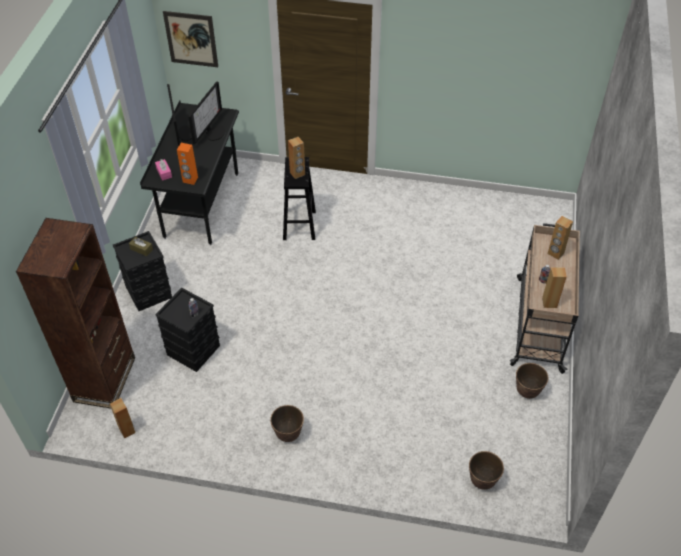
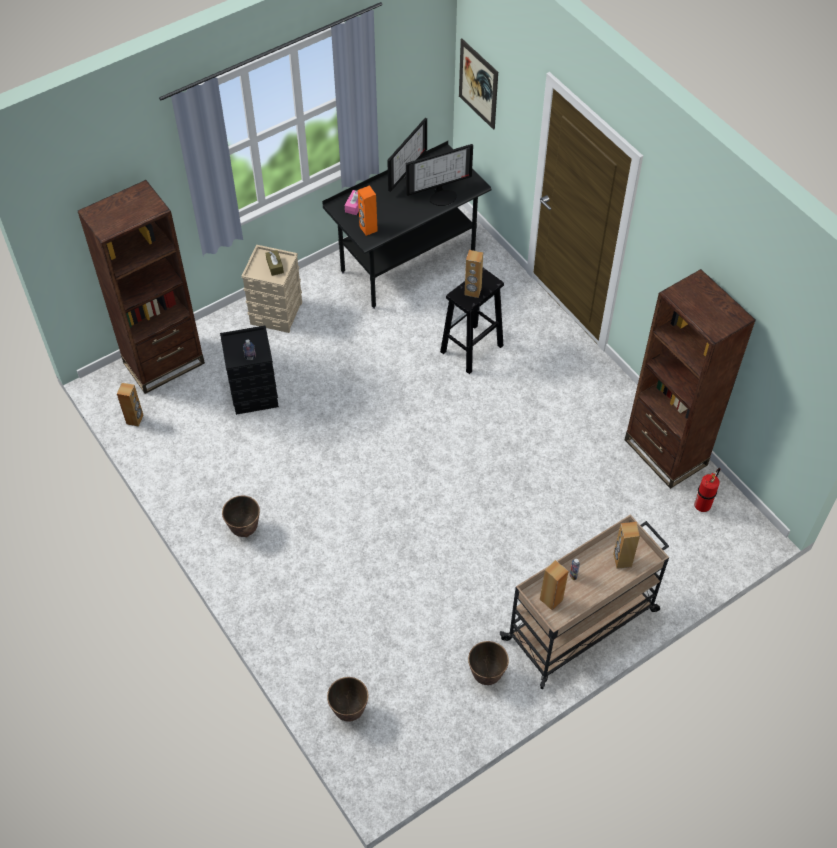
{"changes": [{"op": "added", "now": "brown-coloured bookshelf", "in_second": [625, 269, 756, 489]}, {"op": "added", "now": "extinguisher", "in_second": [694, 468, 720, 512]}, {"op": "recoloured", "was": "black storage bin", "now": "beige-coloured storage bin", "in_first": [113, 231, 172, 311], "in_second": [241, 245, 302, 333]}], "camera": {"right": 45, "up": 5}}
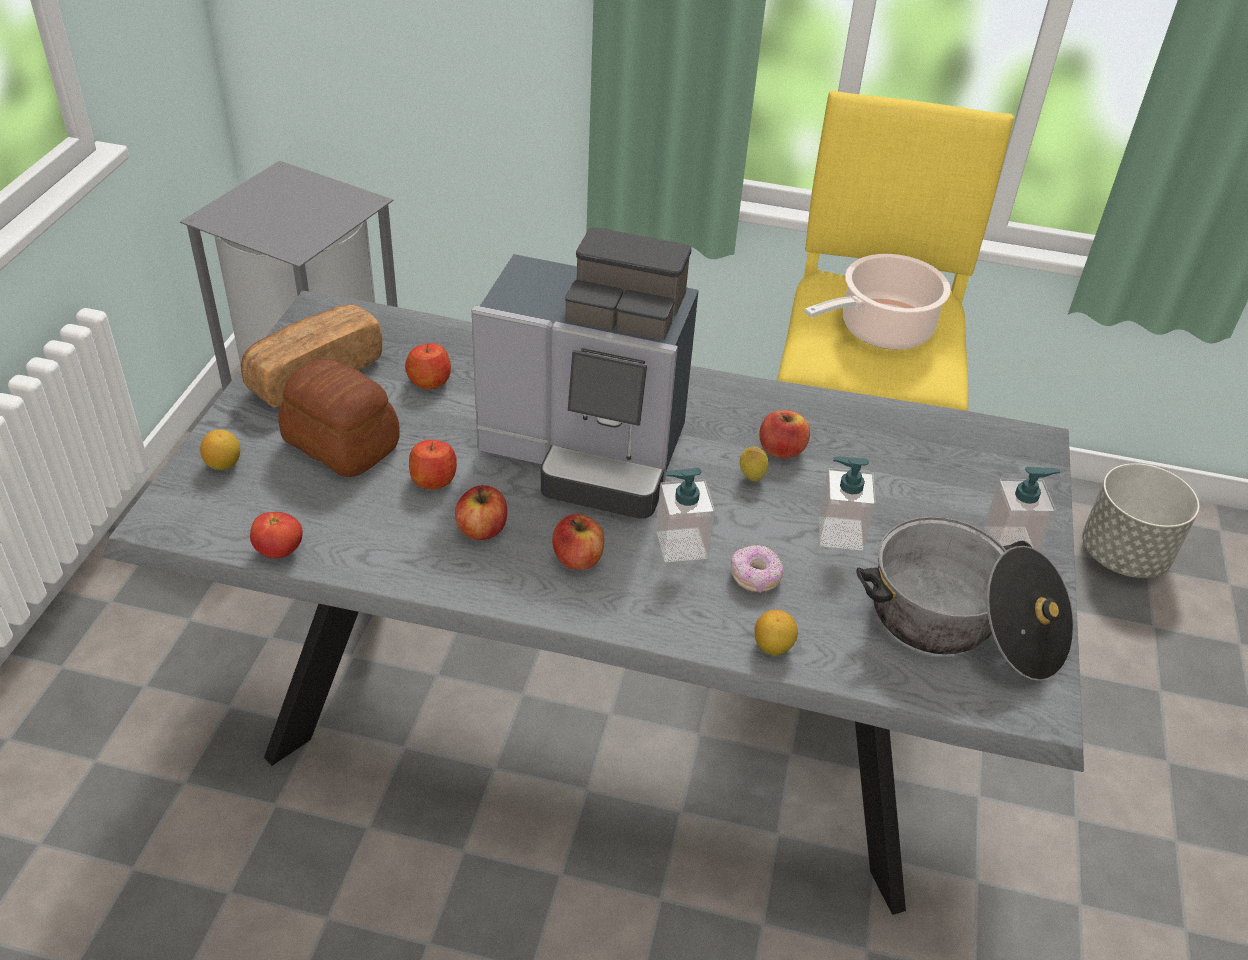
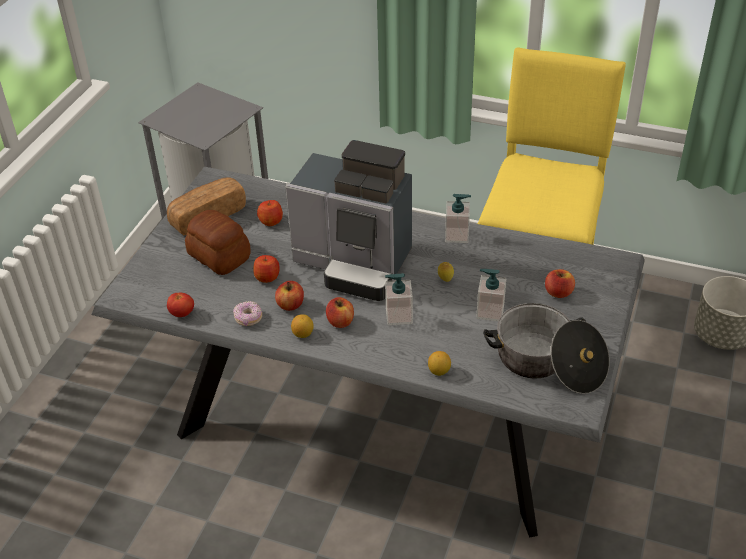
{"changes": [{"op": "removed", "was": "saucepot", "in_first": [804, 254, 951, 350]}, {"op": "moved", "was": "whole lemon", "in_first": [200, 430, 240, 470], "in_second": [291, 314, 314, 338]}, {"op": "moved", "was": "ring doughnut", "in_first": [731, 545, 783, 593], "in_second": [233, 301, 262, 326]}, {"op": "moved", "was": "apple", "in_first": [759, 410, 810, 459], "in_second": [545, 269, 575, 298]}, {"op": "moved", "was": "soap dispenser", "in_first": [983, 467, 1060, 551], "in_second": [445, 194, 471, 243]}], "camera": {"right": 10, "up": 0}}
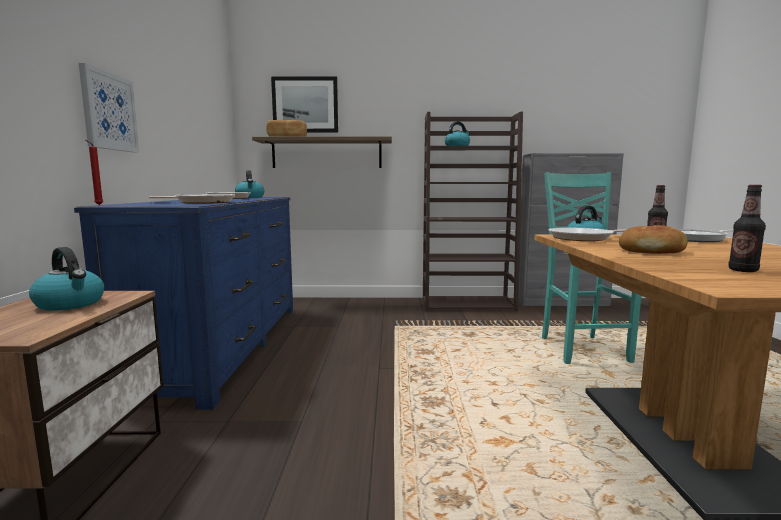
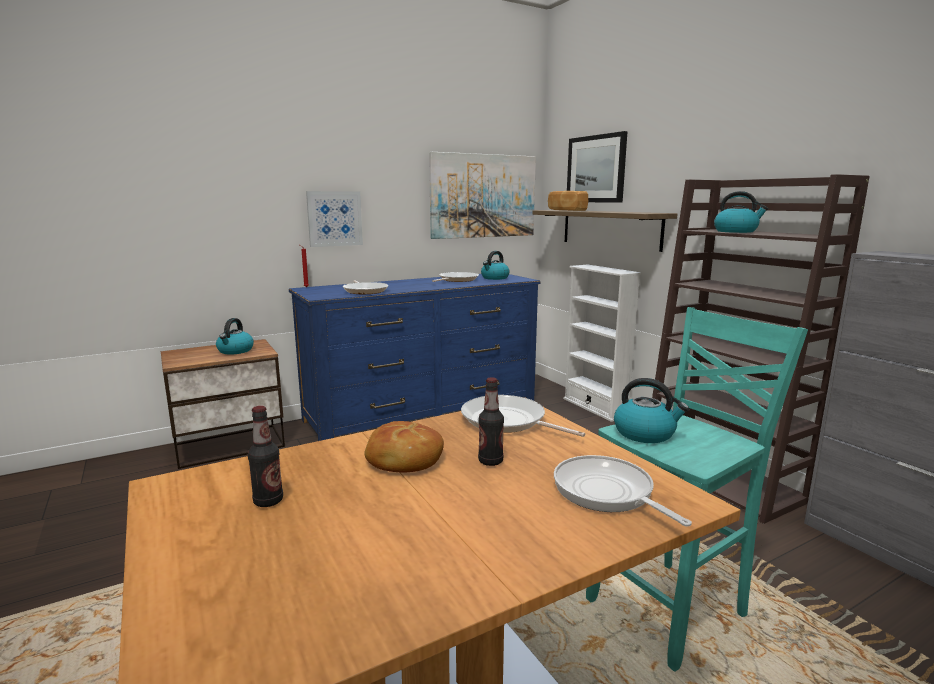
{"changes": [{"op": "added", "now": "wall art", "in_second": [429, 152, 536, 239]}, {"op": "added", "now": "whitish bookshelf", "in_second": [563, 265, 641, 422]}], "camera": {"right": 60, "up": 5}}
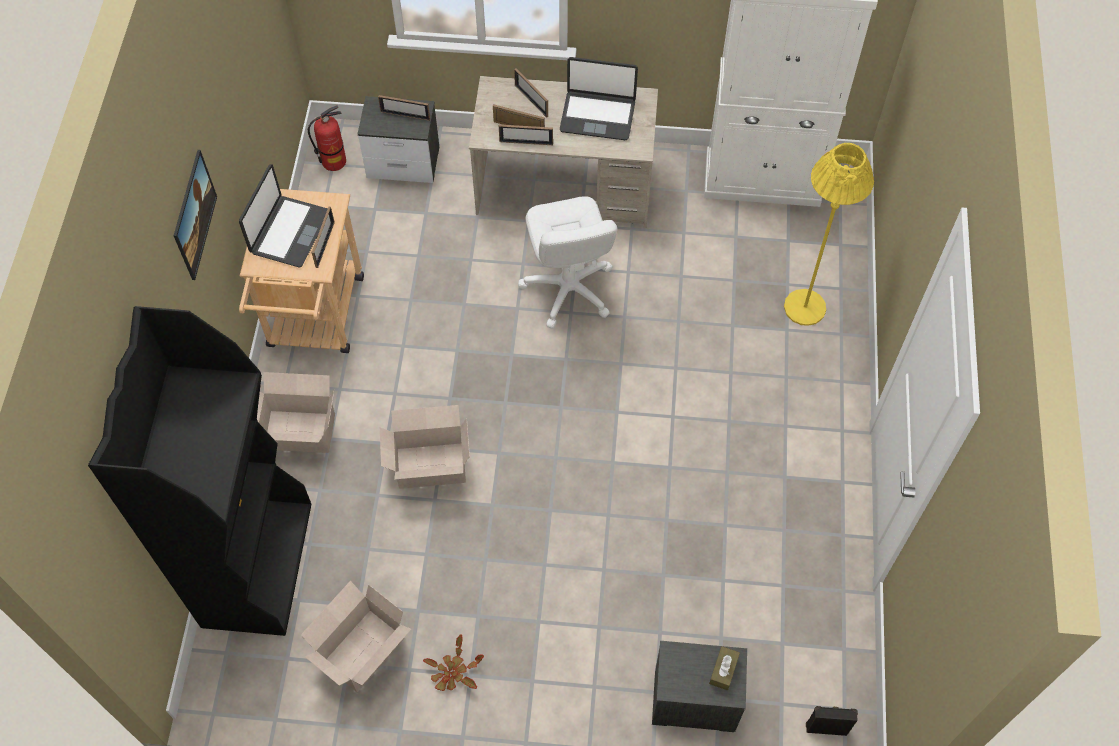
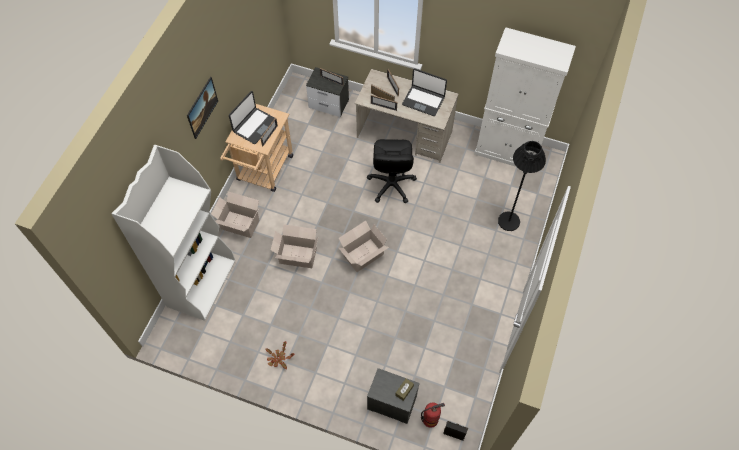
{"changes": [{"op": "moved", "was": "cardboard box", "in_first": [301, 581, 411, 692], "in_second": [339, 221, 389, 272]}, {"op": "moved", "was": "extinguisher", "in_first": [308, 105, 346, 171], "in_second": [421, 402, 445, 428]}, {"op": "recoloured", "was": "black bookshelf", "now": "whitish bookshelf", "in_first": [88, 306, 311, 636], "in_second": [111, 145, 235, 321]}, {"op": "recoloured", "was": "whitish office chair", "now": "black office chair", "in_first": [518, 196, 617, 329], "in_second": [367, 139, 417, 203]}, {"op": "recoloured", "was": "yellowish floor lamp", "now": "black floor lamp", "in_first": [784, 143, 874, 326], "in_second": [498, 141, 546, 231]}], "camera": {"right": 15, "up": 0}}
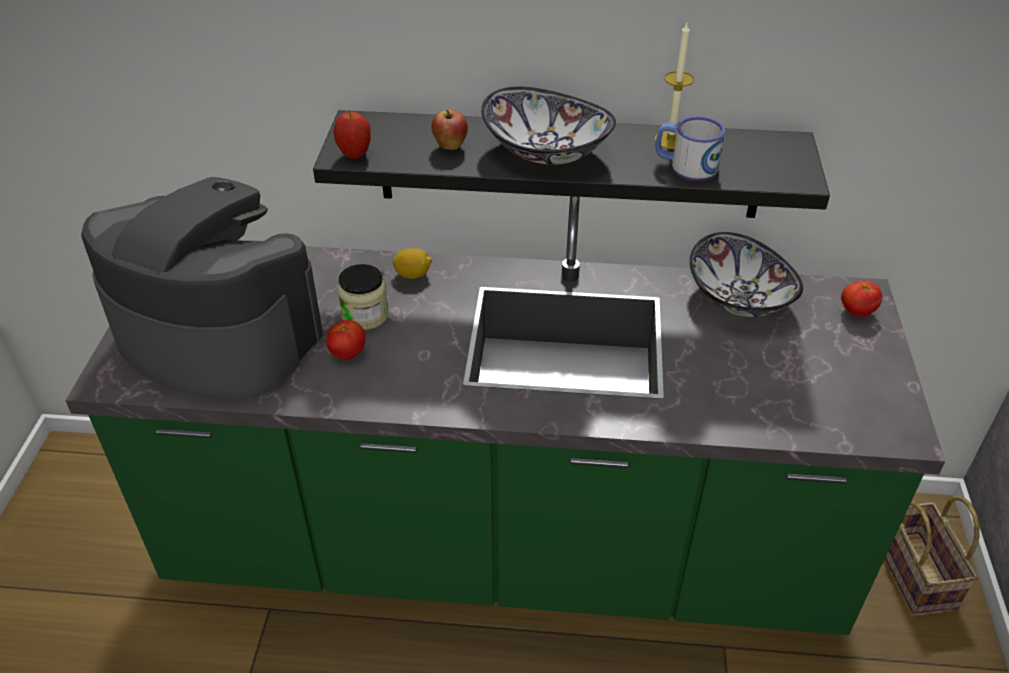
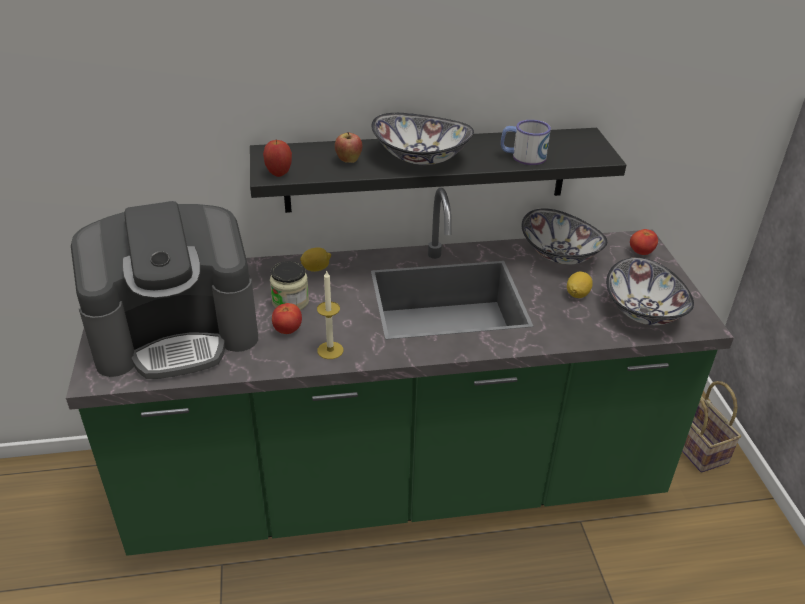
{"changes": [{"op": "added", "now": "whole lemon", "in_second": [567, 271, 593, 298]}, {"op": "added", "now": "bowl", "in_second": [606, 258, 694, 325]}, {"op": "moved", "was": "wax candle", "in_first": [654, 23, 694, 149], "in_second": [317, 270, 343, 359]}, {"op": "turned", "was": "coffee machine", "in_first": [81, 177, 323, 399], "in_second": [71, 201, 258, 379], "clockwise": 150}], "camera": {"right": -15, "up": -5}}
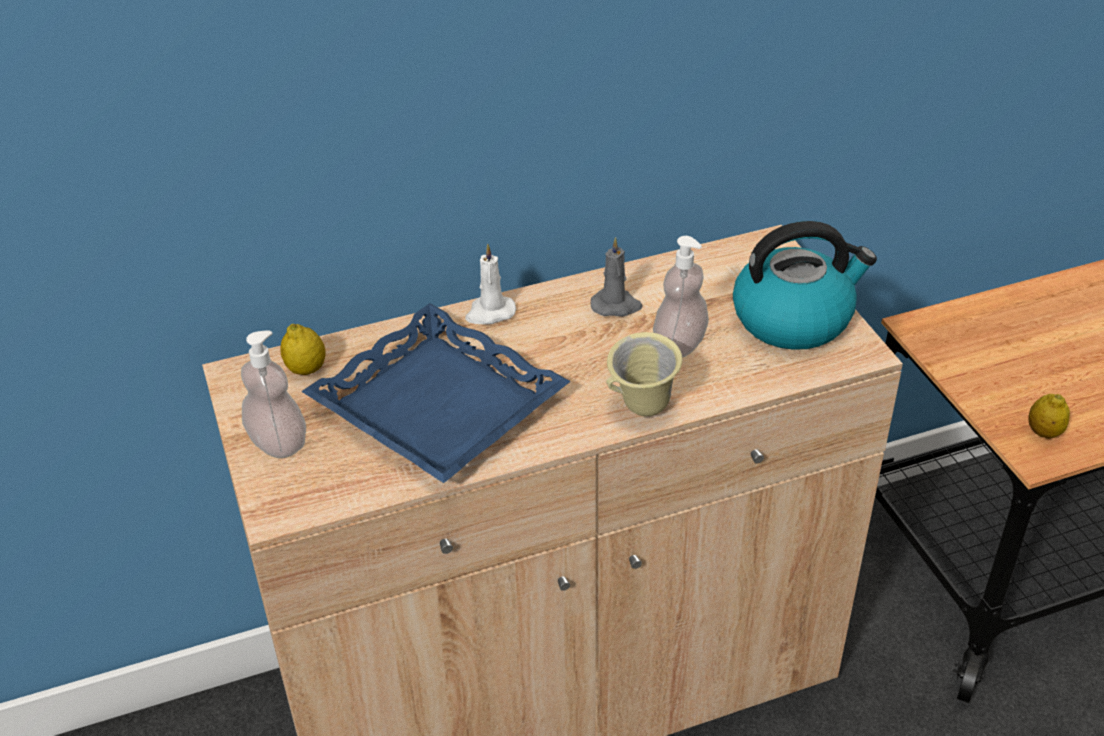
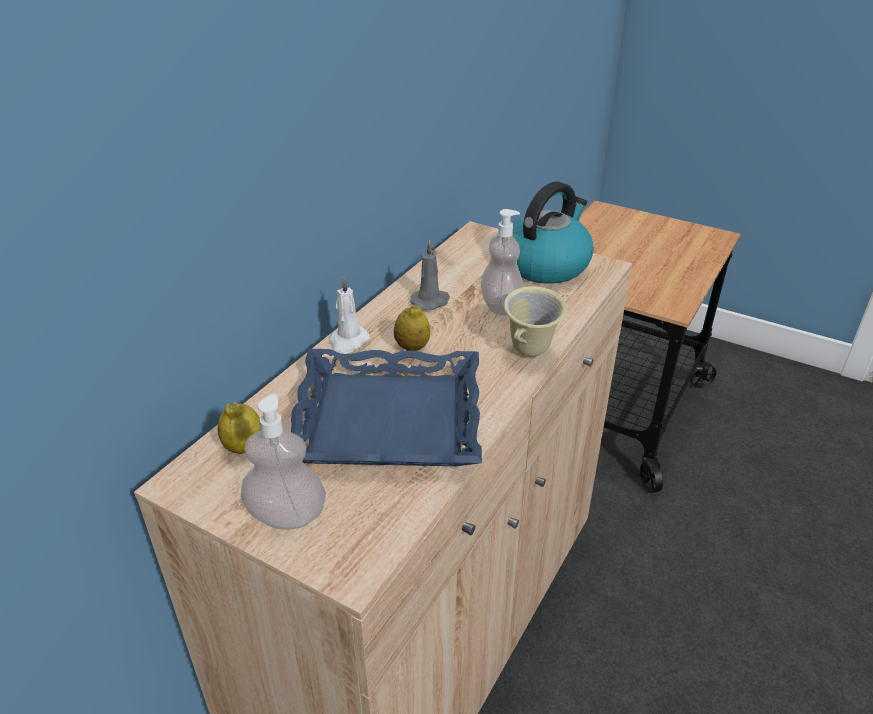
{"changes": [{"op": "moved", "was": "whole lemon", "in_first": [1028, 394, 1070, 439], "in_second": [394, 305, 430, 351]}], "camera": {"right": -40, "up": -5}}
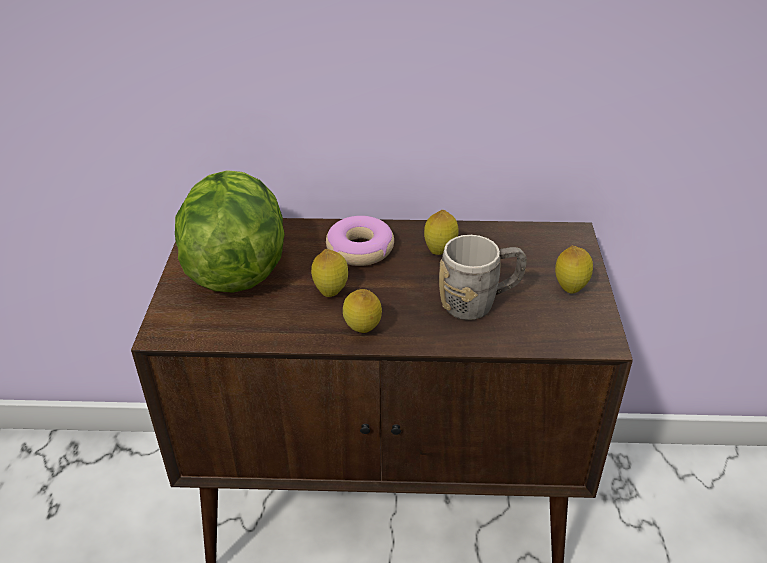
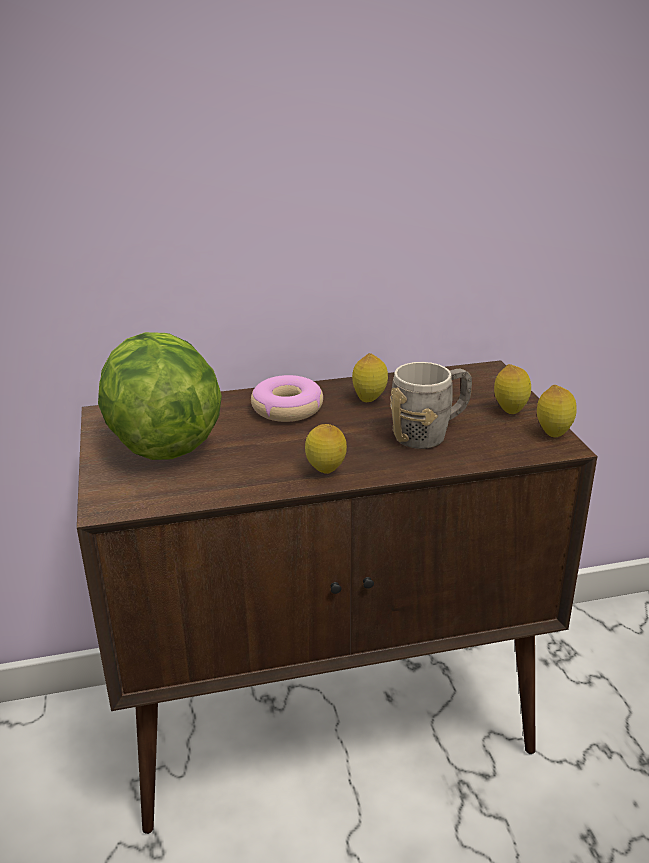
{"changes": [{"op": "moved", "was": "whole lemon", "in_first": [311, 249, 348, 297], "in_second": [537, 385, 577, 438]}], "camera": {"right": -15, "up": -10}}
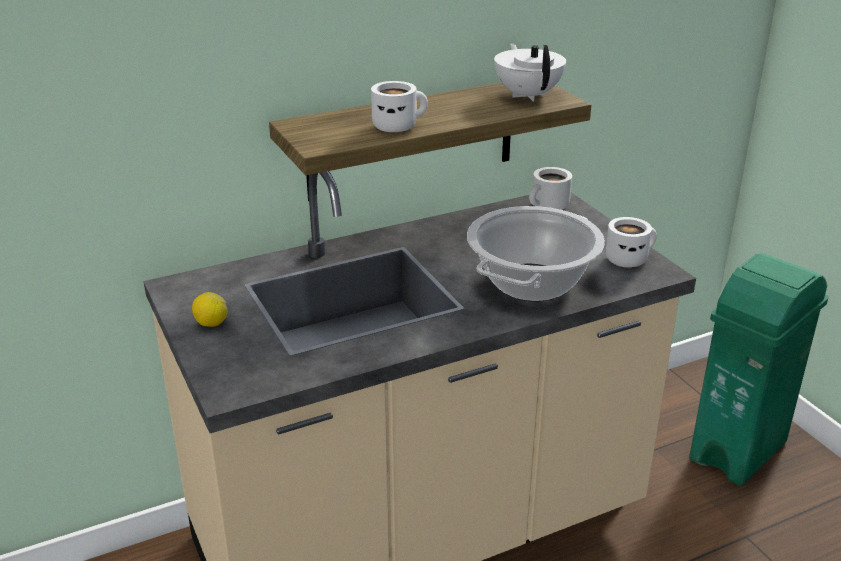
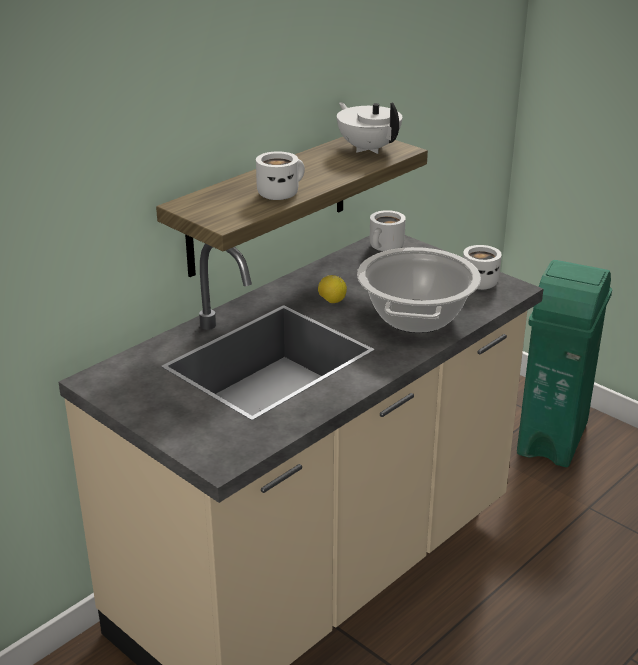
{"changes": [{"op": "moved", "was": "whole lemon", "in_first": [192, 292, 227, 327], "in_second": [318, 275, 347, 303]}], "camera": {"right": -20, "up": 0}}
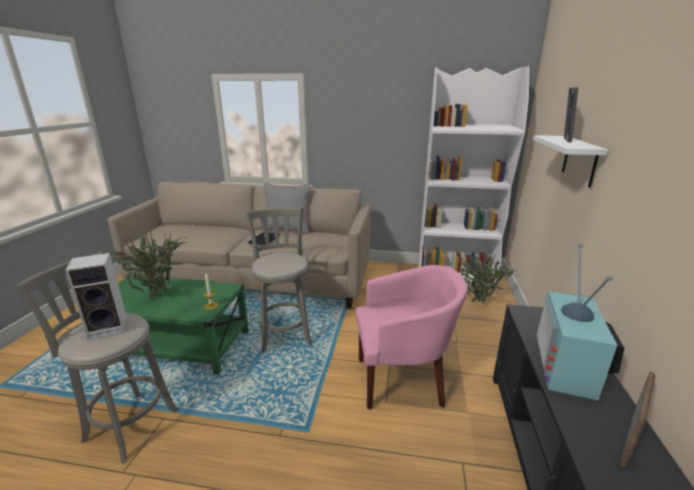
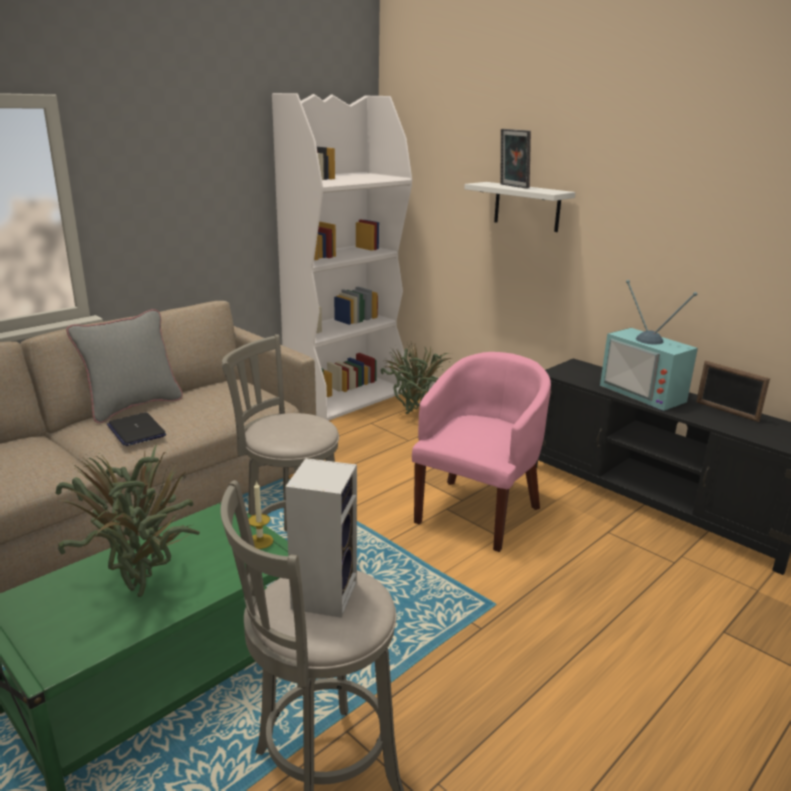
{"changes": [{"op": "turned", "was": "standing frame", "in_first": [620, 371, 656, 467], "in_second": [696, 361, 770, 422], "clockwise": 150}], "camera": {"right": -55, "up": 0}}
